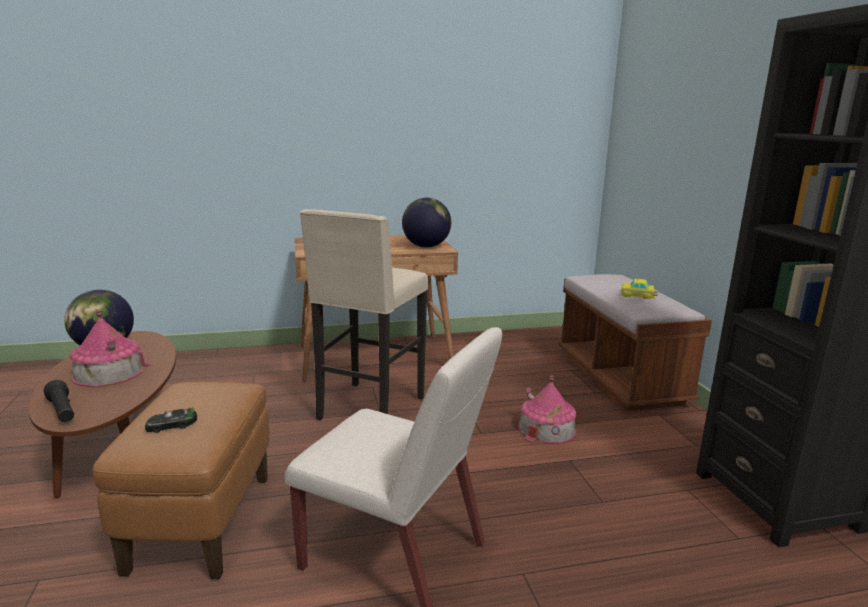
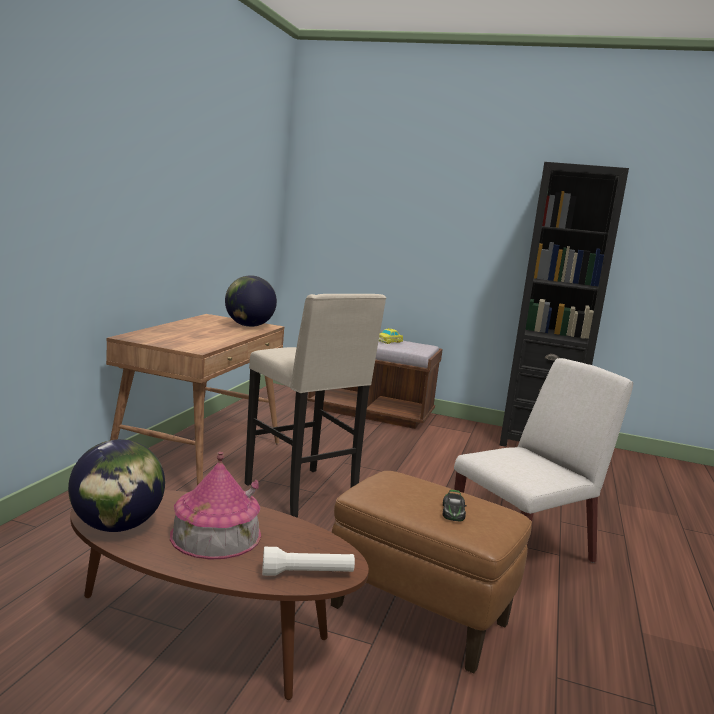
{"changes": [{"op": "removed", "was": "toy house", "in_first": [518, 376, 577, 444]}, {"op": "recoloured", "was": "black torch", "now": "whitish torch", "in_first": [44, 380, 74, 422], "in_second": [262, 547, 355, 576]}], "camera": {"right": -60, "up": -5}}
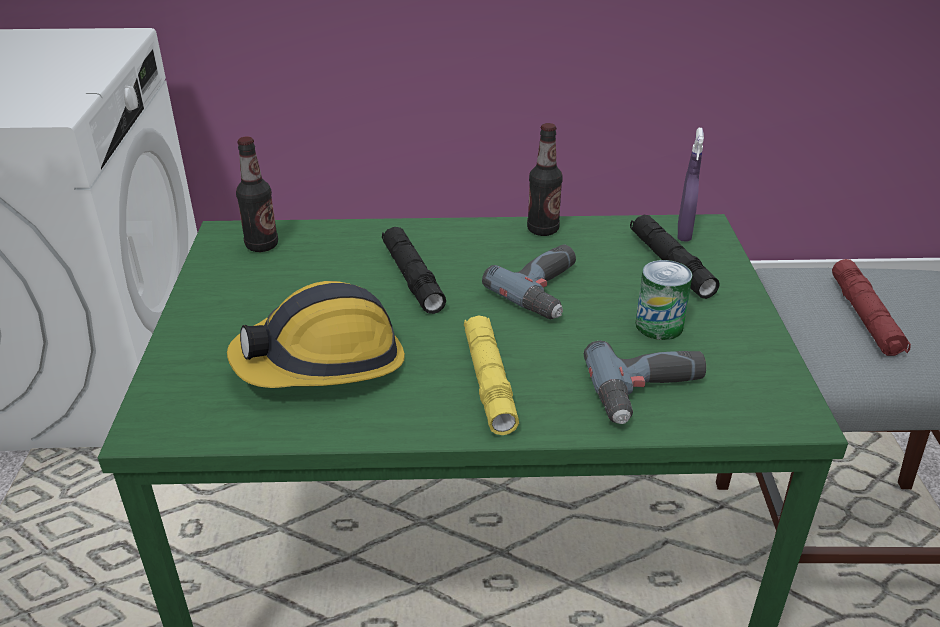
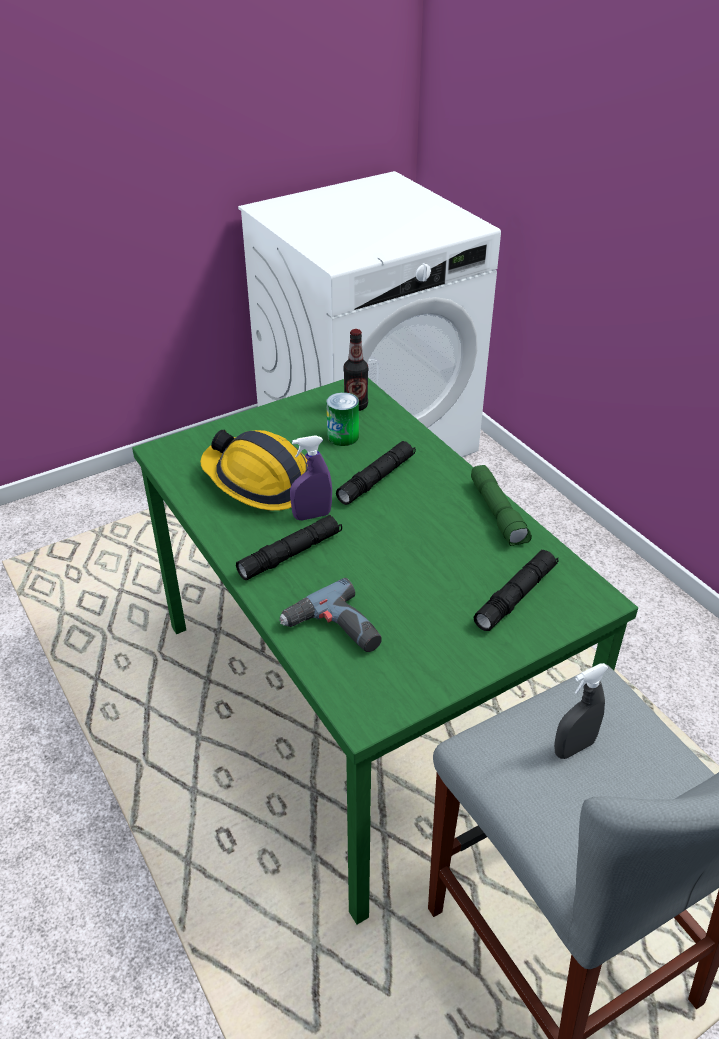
{"changes": [{"op": "removed", "was": "power drill", "in_first": [482, 244, 576, 319]}, {"op": "moved", "was": "sealed can", "in_first": [635, 260, 692, 340], "in_second": [326, 392, 359, 446]}, {"op": "moved", "was": "purple sprayer", "in_first": [678, 128, 704, 242], "in_second": [290, 435, 332, 520]}, {"op": "replaced", "was": "bottle", "now": "green-coloured torch", "in_first": [527, 123, 563, 236], "in_second": [471, 465, 532, 546]}, {"op": "replaced", "was": "red-coloured torch", "now": "greyish sprayer", "in_first": [832, 259, 911, 356], "in_second": [554, 663, 609, 759]}, {"op": "recoloured", "was": "yellowish torch", "now": "black torch", "in_first": [464, 315, 519, 435], "in_second": [236, 515, 342, 580]}], "camera": {"right": 60, "up": 5}}
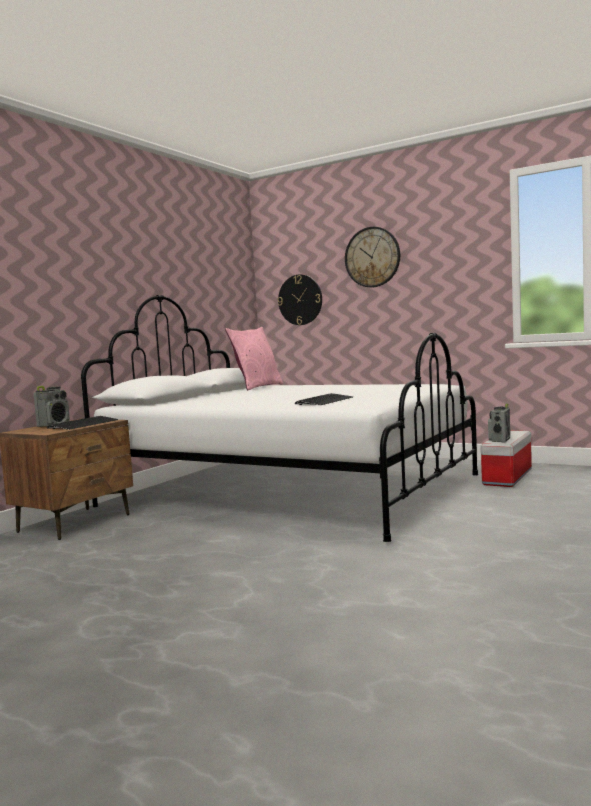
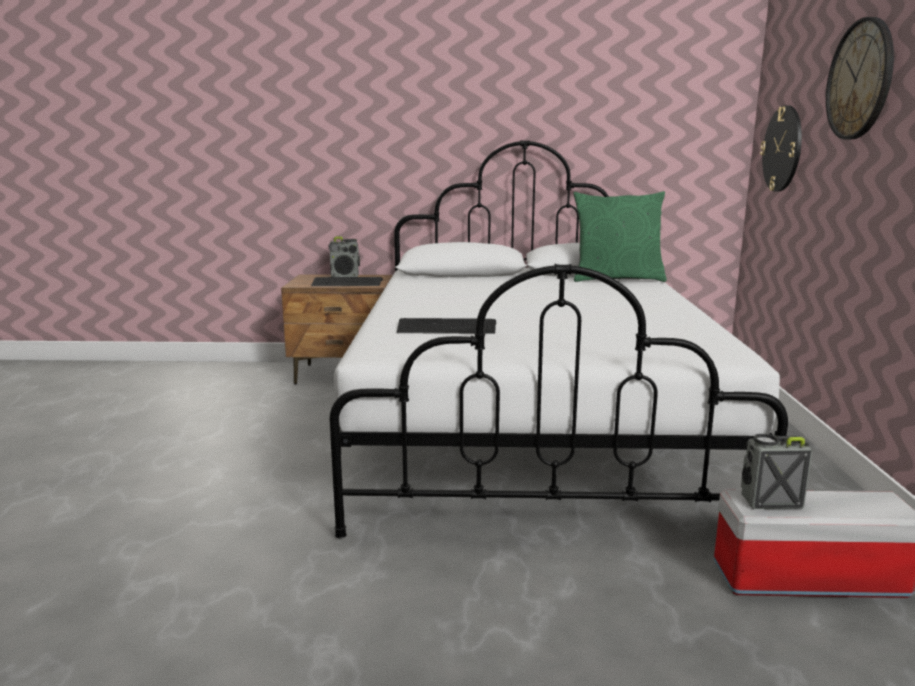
{"changes": [{"op": "recoloured", "was": "pink throw pillow", "now": "green-coloured throw pillow", "in_first": [225, 327, 283, 390], "in_second": [573, 191, 667, 282]}], "camera": {"right": 60, "up": 10}}
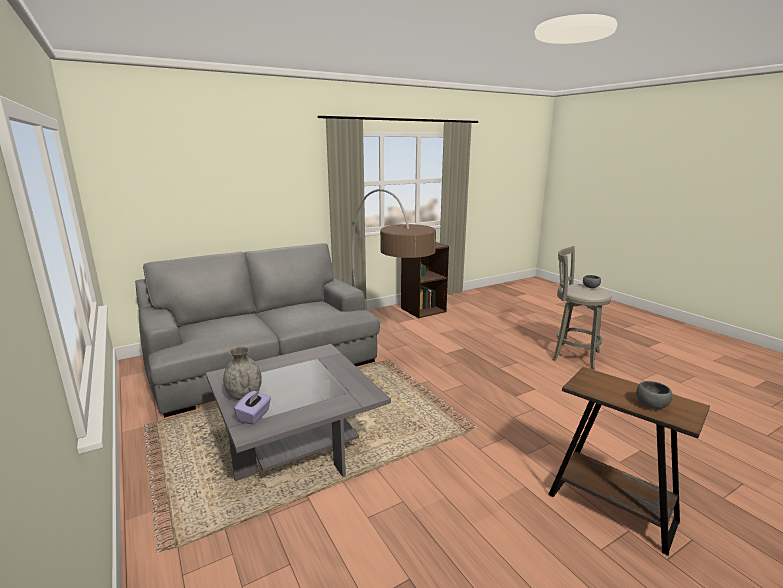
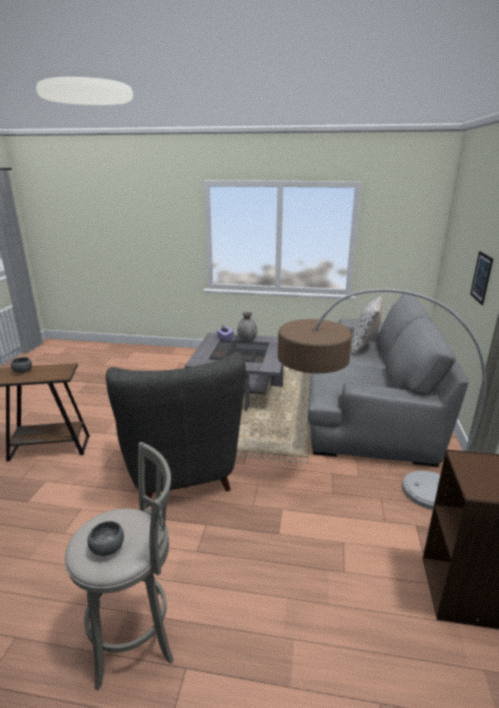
{"changes": [{"op": "added", "now": "greyish lounge chair", "in_second": [106, 352, 246, 507]}, {"op": "added", "now": "throw pillow", "in_second": [351, 296, 382, 355]}, {"op": "added", "now": "wall art", "in_second": [470, 251, 493, 305]}], "camera": {"right": 130, "up": 5}}
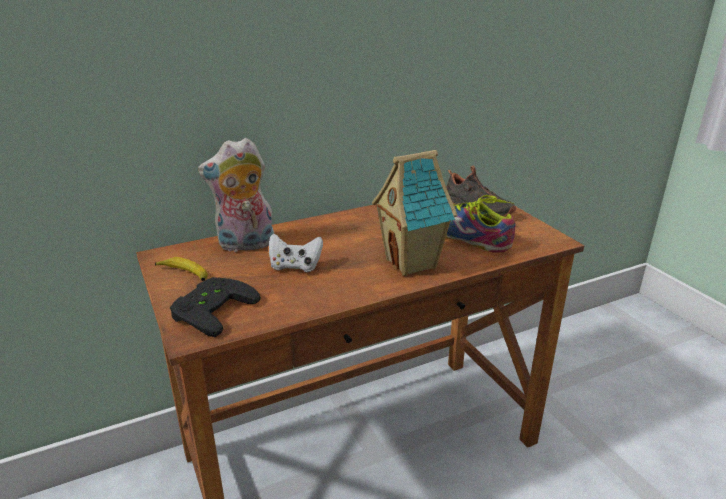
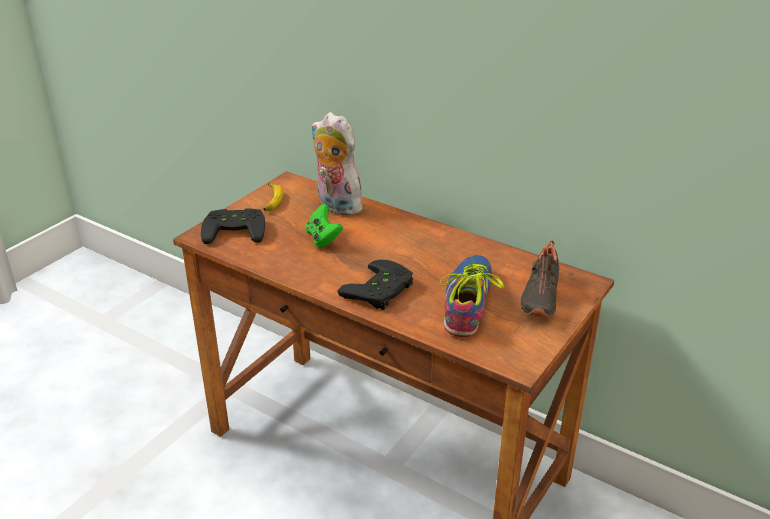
{"changes": [{"op": "replaced", "was": "toy house", "now": "black gamepad", "in_first": [372, 150, 457, 276], "in_second": [337, 260, 413, 310]}, {"op": "recoloured", "was": "whitish gamepad", "now": "green-coloured gamepad", "in_first": [269, 234, 323, 272], "in_second": [305, 204, 343, 248]}], "camera": {"right": 60, "up": 5}}
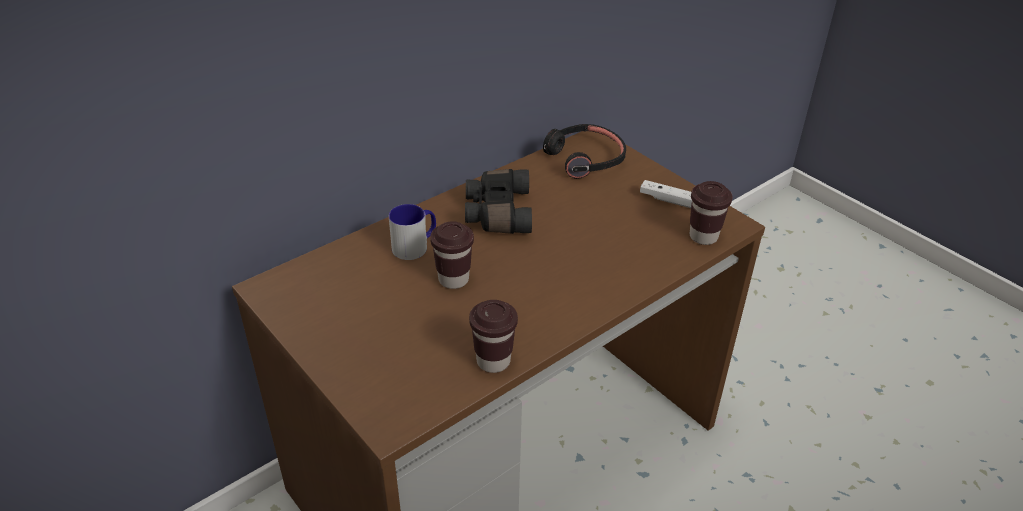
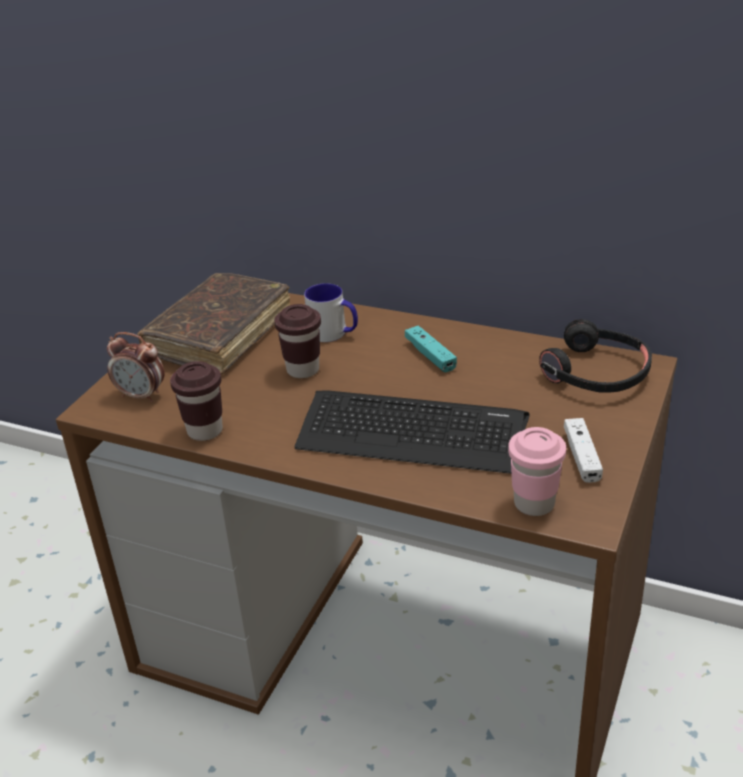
{"changes": [{"op": "added", "now": "table clock", "in_second": [107, 332, 165, 402]}, {"op": "added", "now": "brown-coloured volume", "in_second": [137, 273, 290, 374]}, {"op": "added", "now": "computer keyboard", "in_second": [294, 390, 529, 474]}, {"op": "replaced", "was": "black binoculars", "now": "turquoise-coloured gamepad", "in_first": [465, 169, 532, 234], "in_second": [405, 326, 457, 372]}, {"op": "recoloured", "was": "brown-coloured drinking cup", "now": "pink drinking cup", "in_first": [690, 181, 733, 245], "in_second": [508, 427, 566, 516]}], "camera": {"right": 65, "up": -5}}
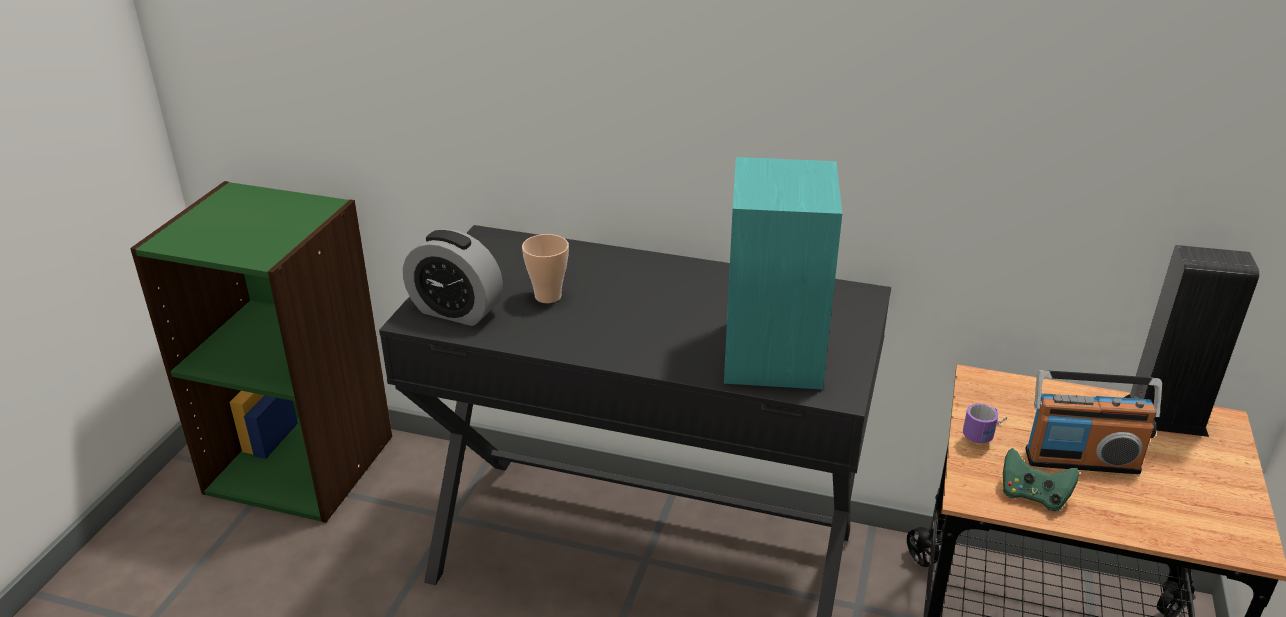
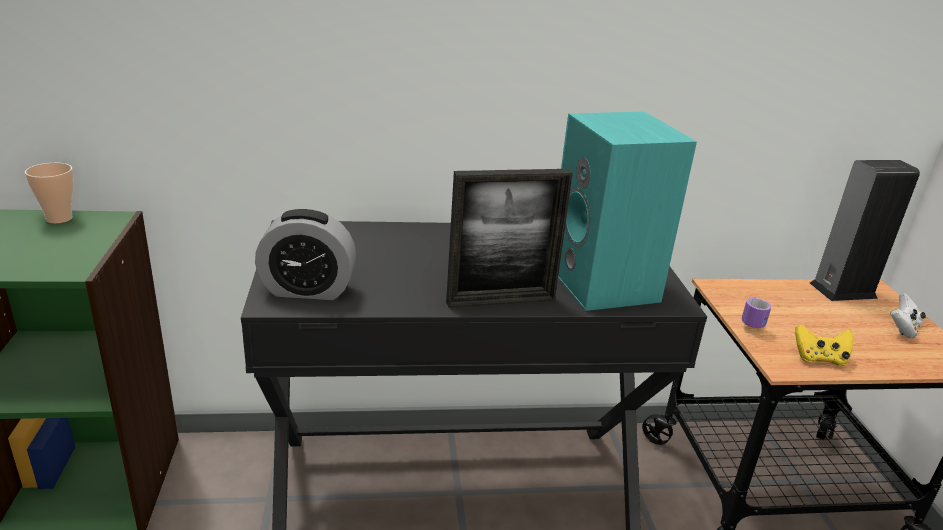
{"changes": [{"op": "removed", "was": "radio set", "in_first": [1025, 370, 1162, 474]}, {"op": "added", "now": "standing frame", "in_second": [446, 169, 573, 308]}, {"op": "added", "now": "whitish gamepad", "in_second": [890, 293, 926, 338]}, {"op": "moved", "was": "drinking cup", "in_first": [522, 234, 569, 303], "in_second": [25, 163, 73, 224]}, {"op": "recoloured", "was": "green-coloured gamepad", "now": "yellowish gamepad", "in_first": [1003, 448, 1079, 511], "in_second": [795, 324, 853, 366]}], "camera": {"right": -25, "up": -5}}
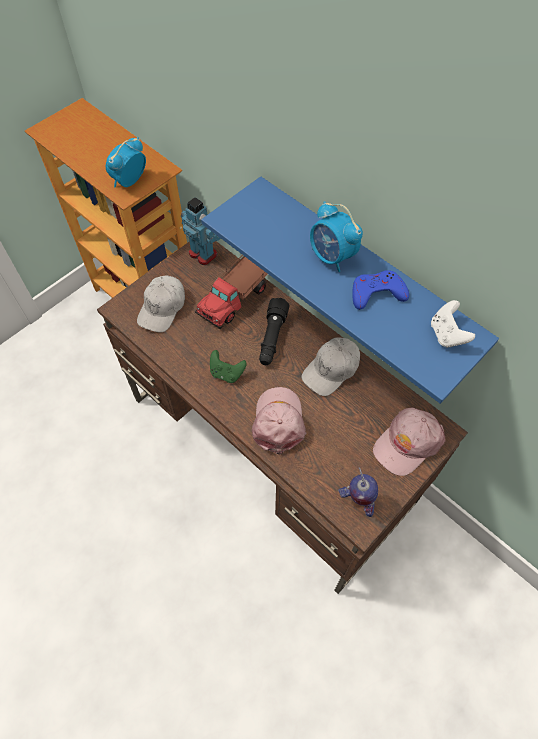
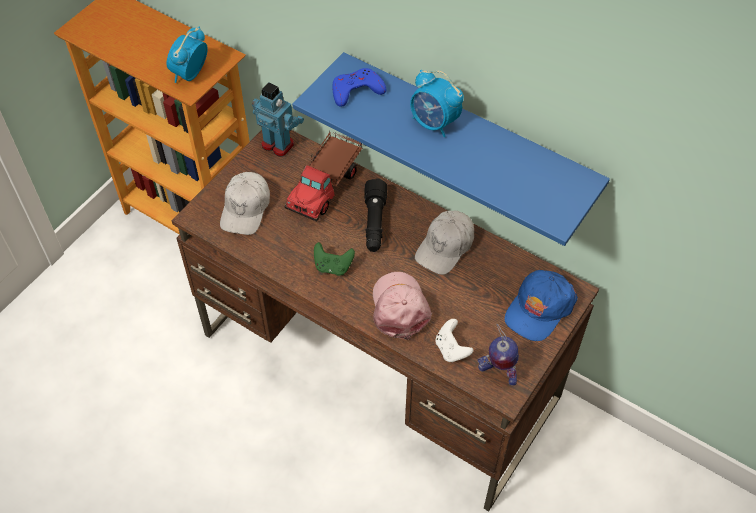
{"changes": [{"op": "moved", "was": "blue-coloured gamepad", "in_first": [352, 270, 409, 310], "in_second": [332, 68, 386, 107]}, {"op": "moved", "was": "whitish gamepad", "in_first": [431, 300, 475, 348], "in_second": [435, 319, 473, 362]}, {"op": "recoloured", "was": "pink peaked cap", "now": "blue-coloured peaked cap", "in_first": [373, 408, 446, 476], "in_second": [505, 270, 578, 341]}], "camera": {"right": -10, "up": -5}}
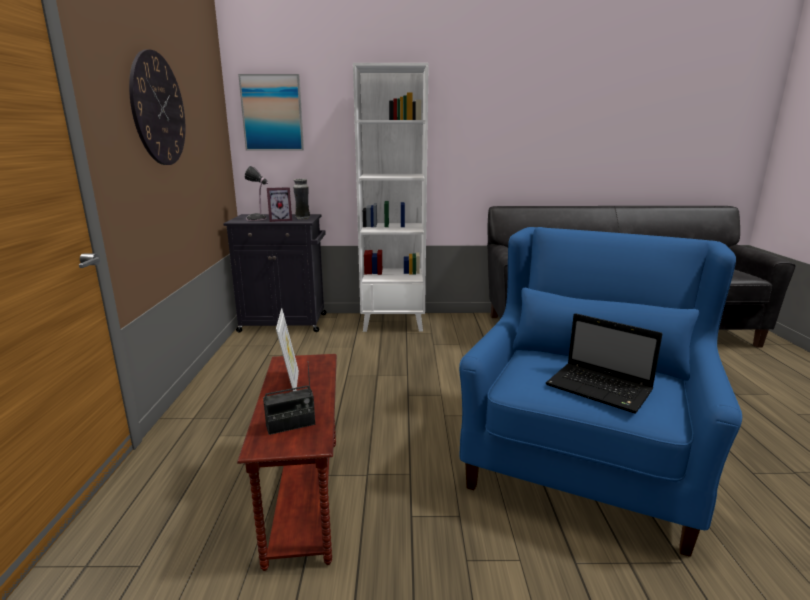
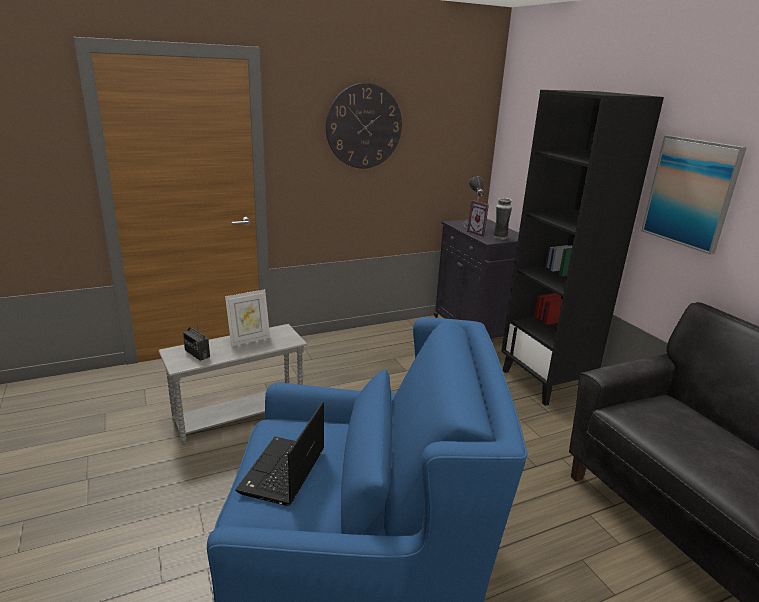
{"changes": [{"op": "moved", "was": "wall art", "in_first": [238, 74, 304, 151], "in_second": [641, 135, 747, 255]}, {"op": "recoloured", "was": "brown-coloured end table", "now": "greyish end table", "in_first": [237, 354, 337, 571], "in_second": [158, 324, 307, 445]}, {"op": "recoloured", "was": "whitish bookshelf", "now": "black bookshelf", "in_first": [353, 63, 429, 332], "in_second": [501, 90, 664, 406]}], "camera": {"right": 65, "up": 5}}
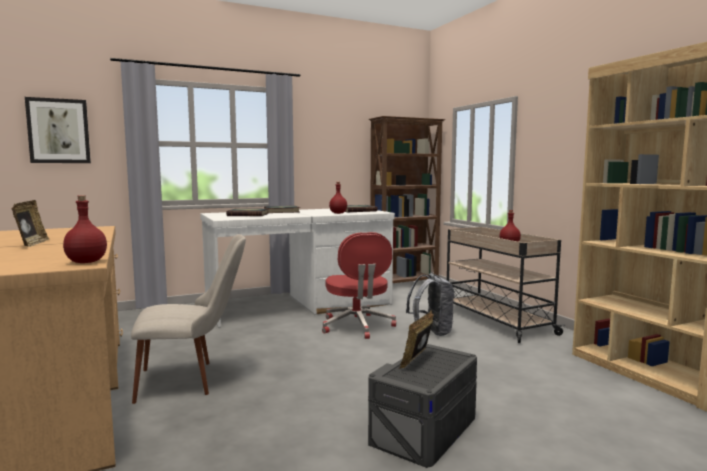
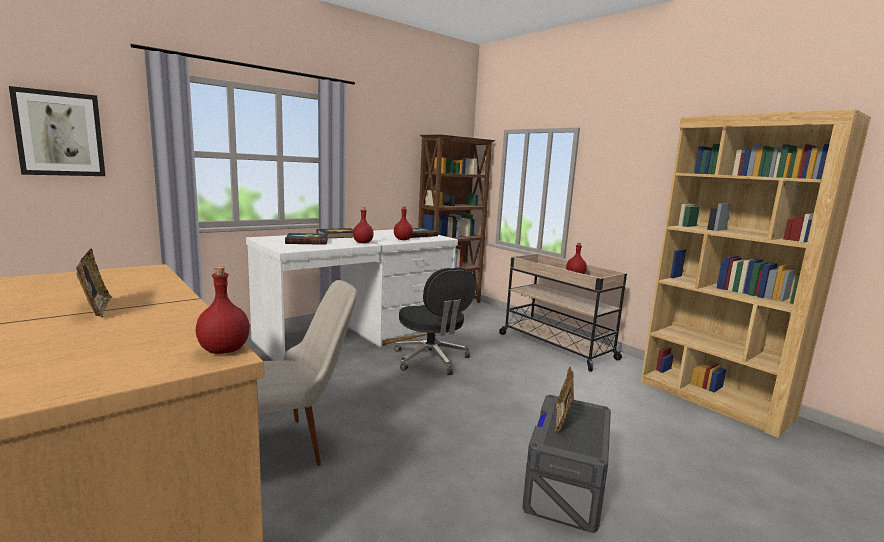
{"changes": [{"op": "removed", "was": "greyish backpack", "in_first": [406, 273, 455, 336]}, {"op": "added", "now": "red-coloured bottle", "in_second": [353, 207, 374, 243]}, {"op": "recoloured", "was": "red-coloured office chair", "now": "black office chair", "in_first": [322, 232, 396, 339], "in_second": [394, 267, 476, 375]}], "camera": {"right": -15, "up": 5}}
